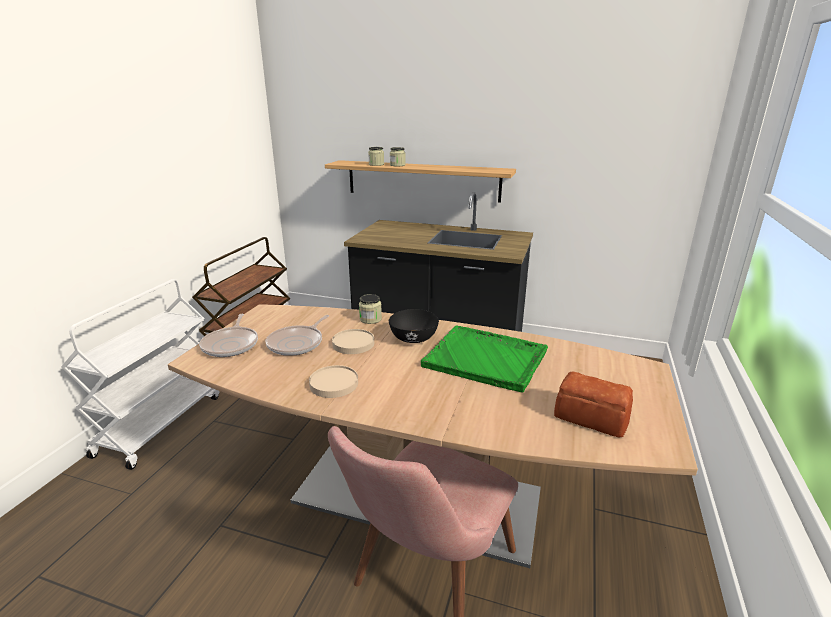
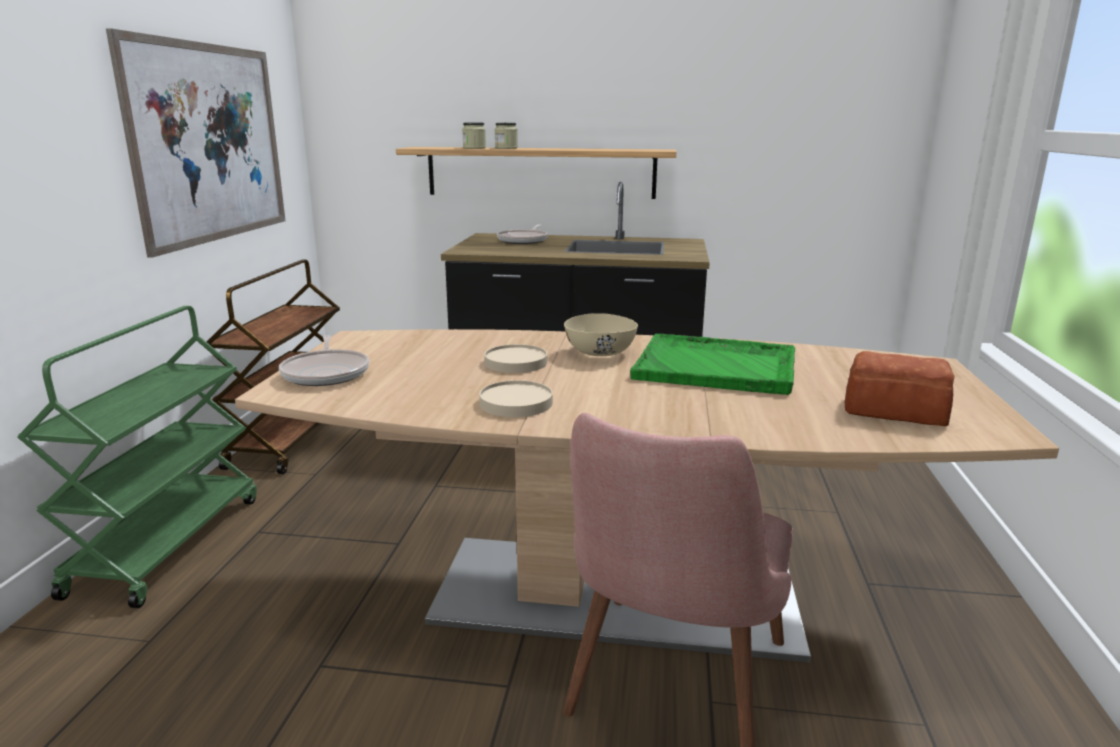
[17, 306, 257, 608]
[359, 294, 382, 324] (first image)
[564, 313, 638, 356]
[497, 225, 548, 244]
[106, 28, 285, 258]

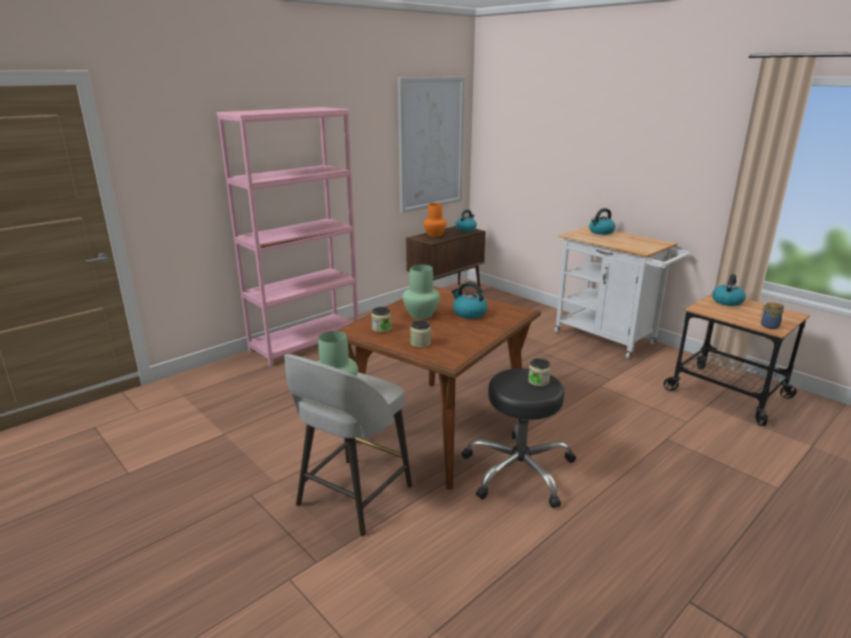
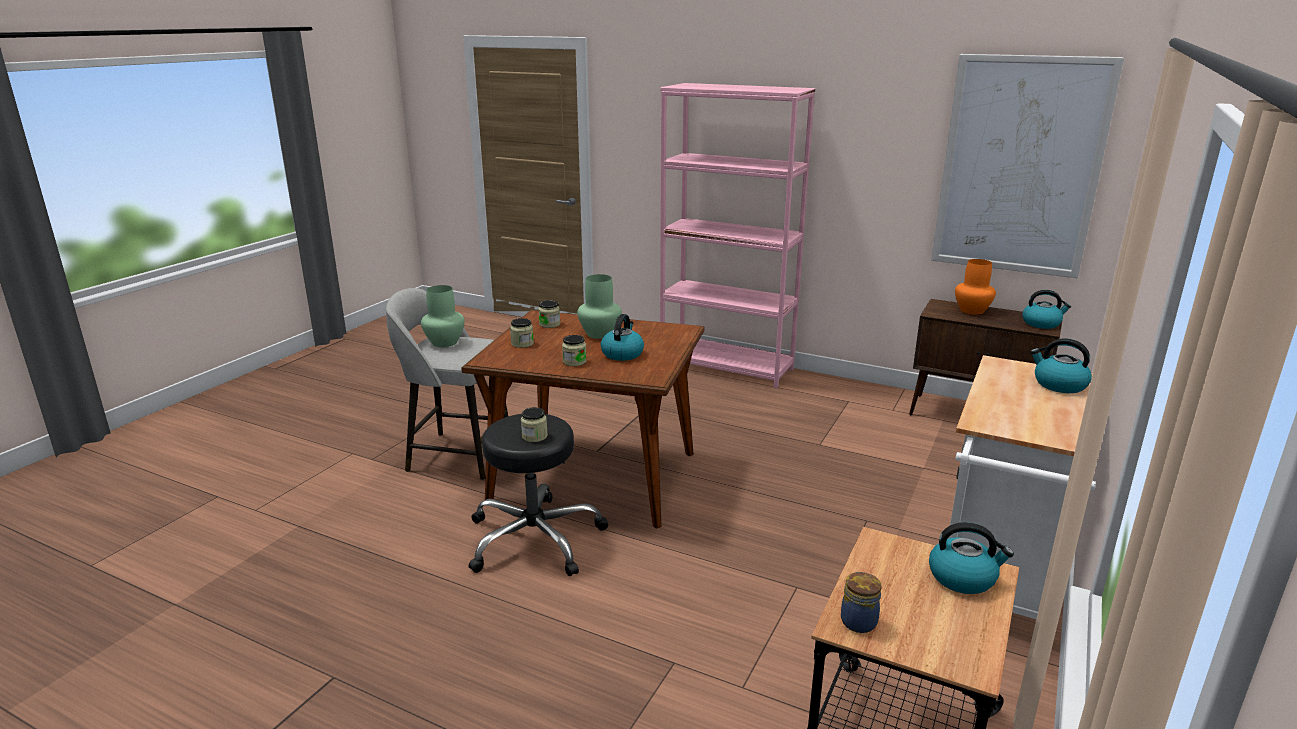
[562, 335, 587, 366]

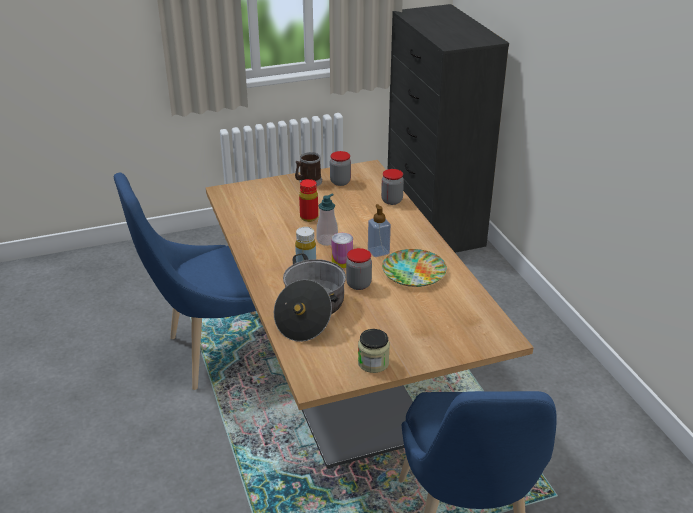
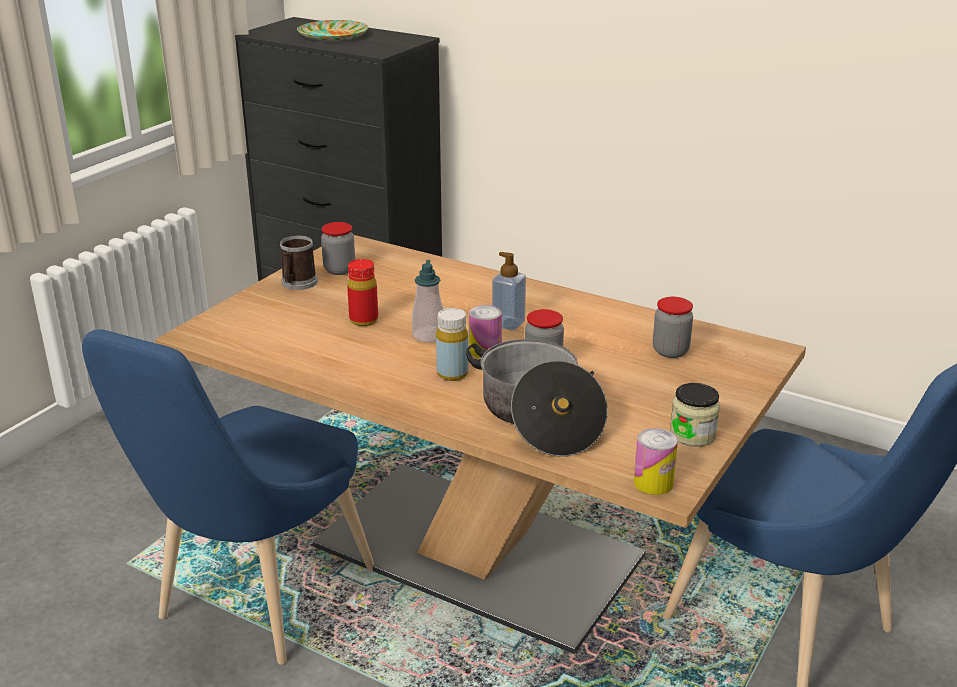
[653, 297, 693, 358]
[297, 20, 368, 40]
[634, 428, 678, 495]

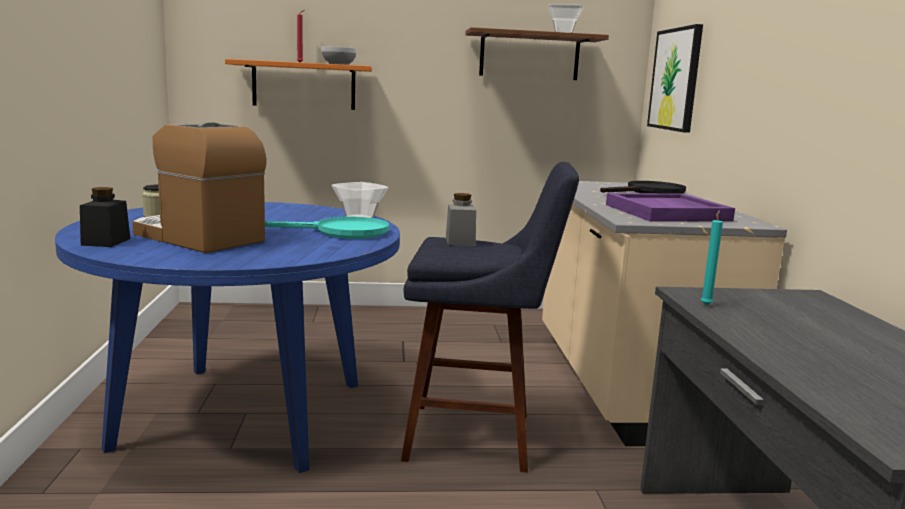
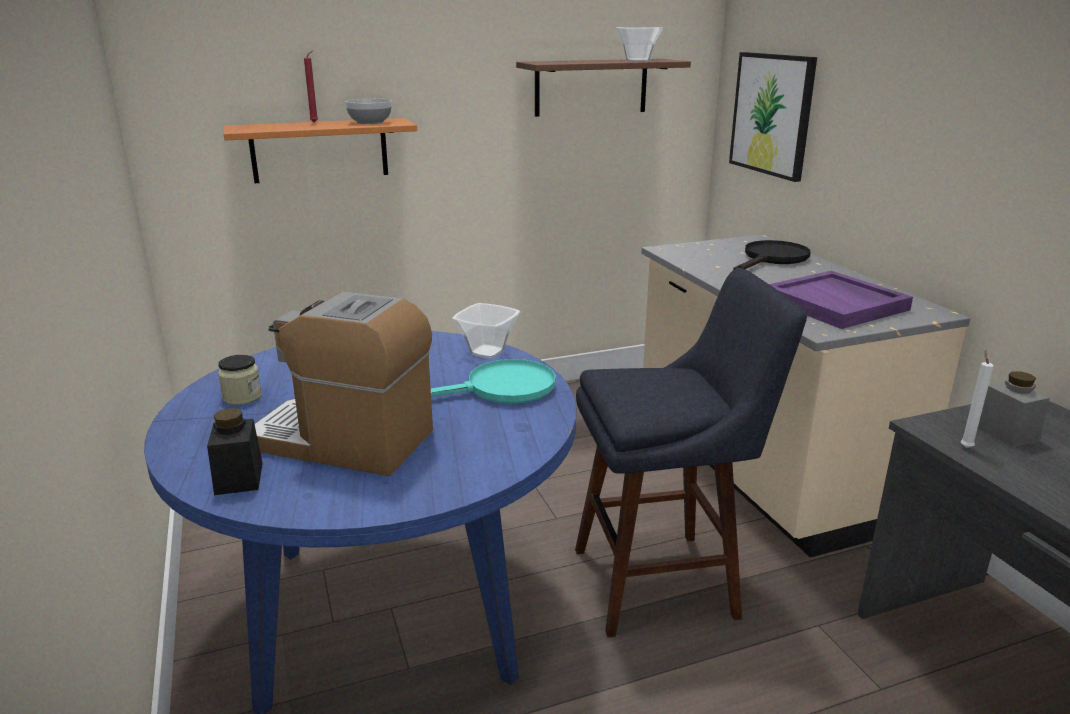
[978, 371, 1050, 447]
[961, 350, 993, 448]

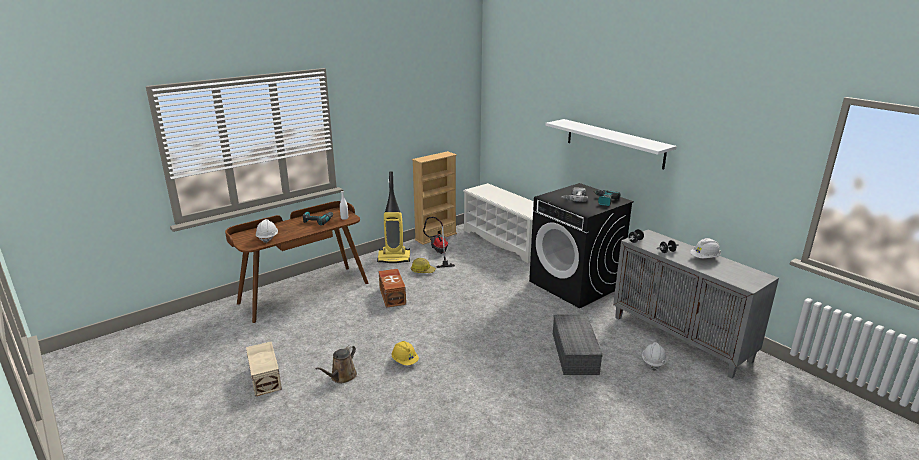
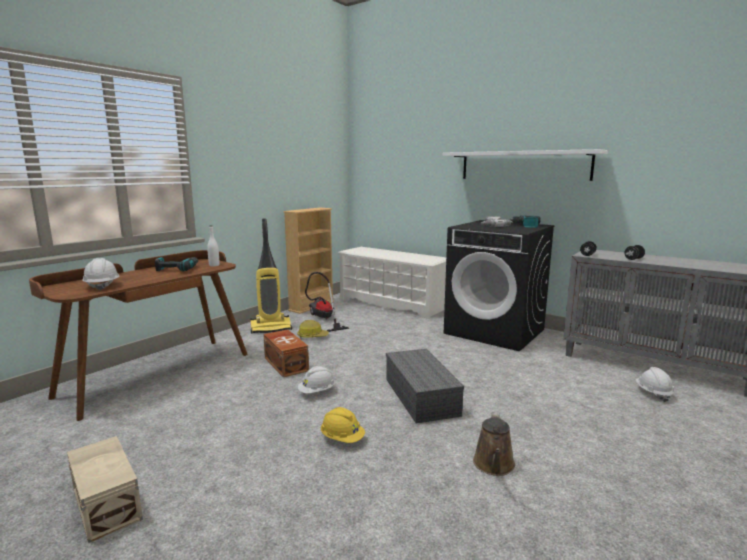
[298, 366, 335, 394]
[386, 349, 464, 423]
[473, 412, 515, 476]

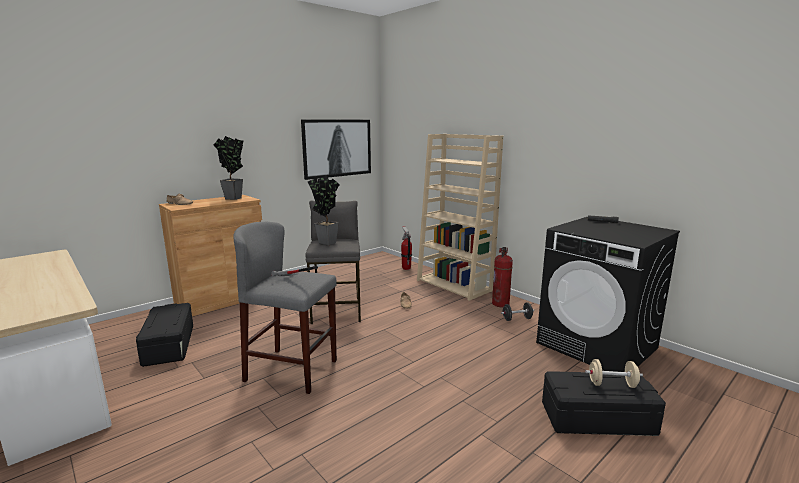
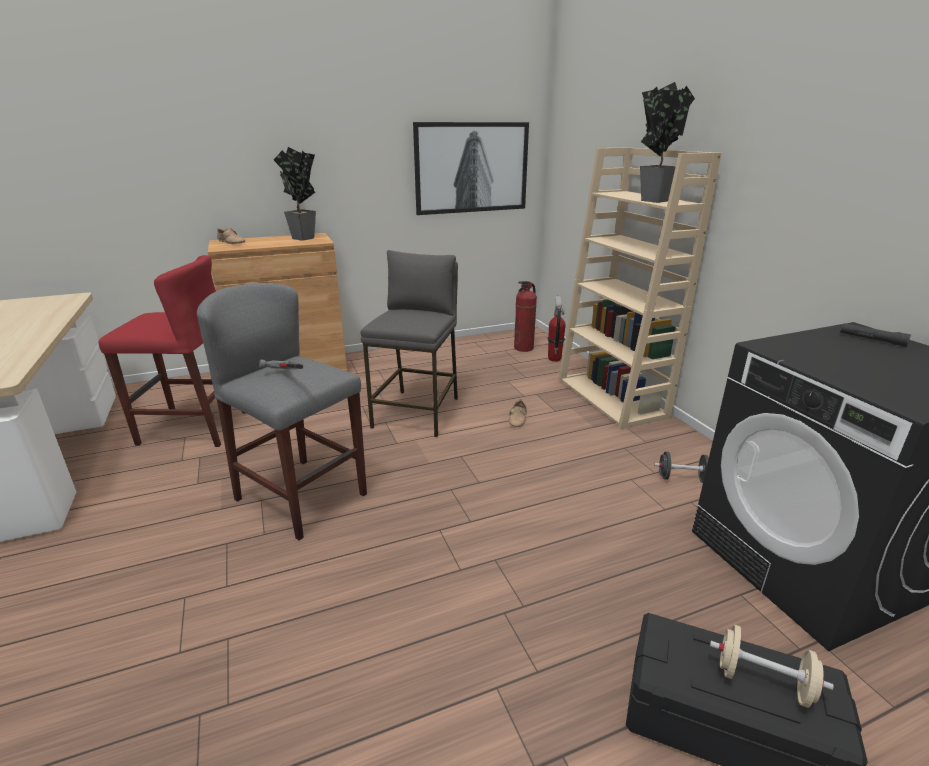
[640, 82, 695, 203]
[514, 281, 537, 352]
[99, 255, 245, 447]

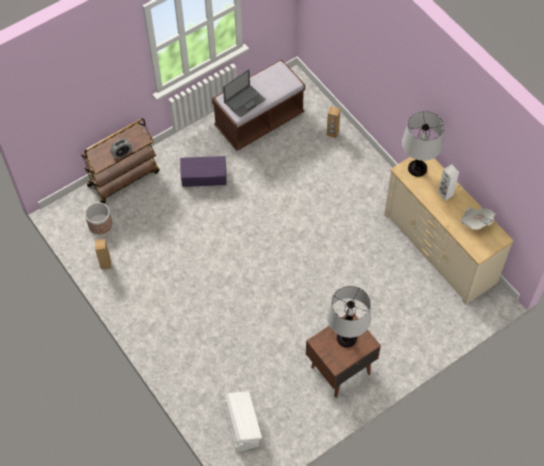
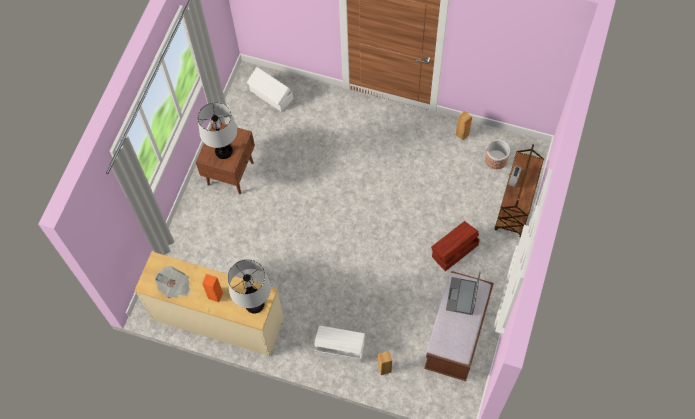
[431, 221, 480, 271]
[202, 274, 223, 302]
[314, 325, 365, 363]

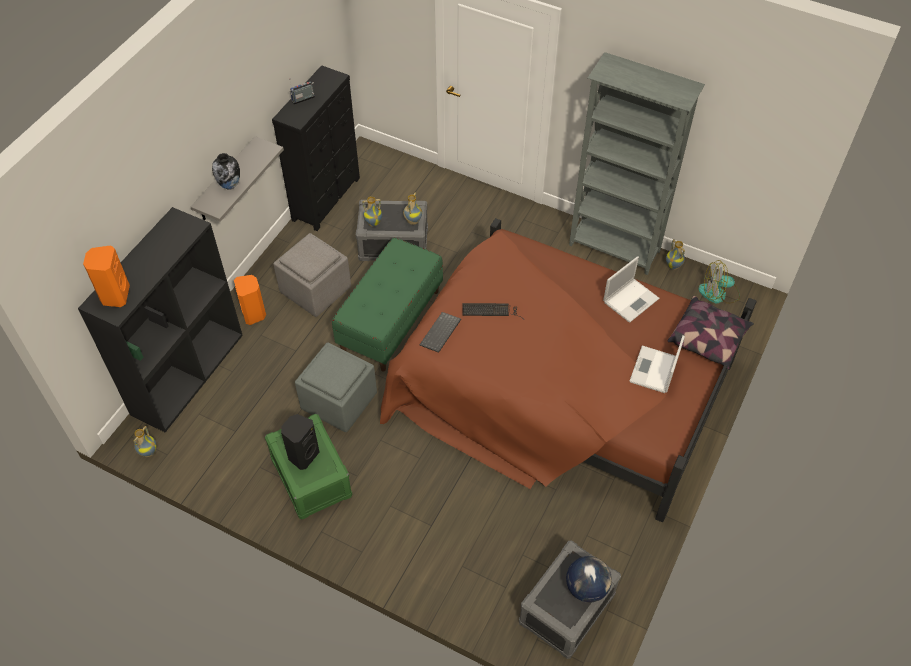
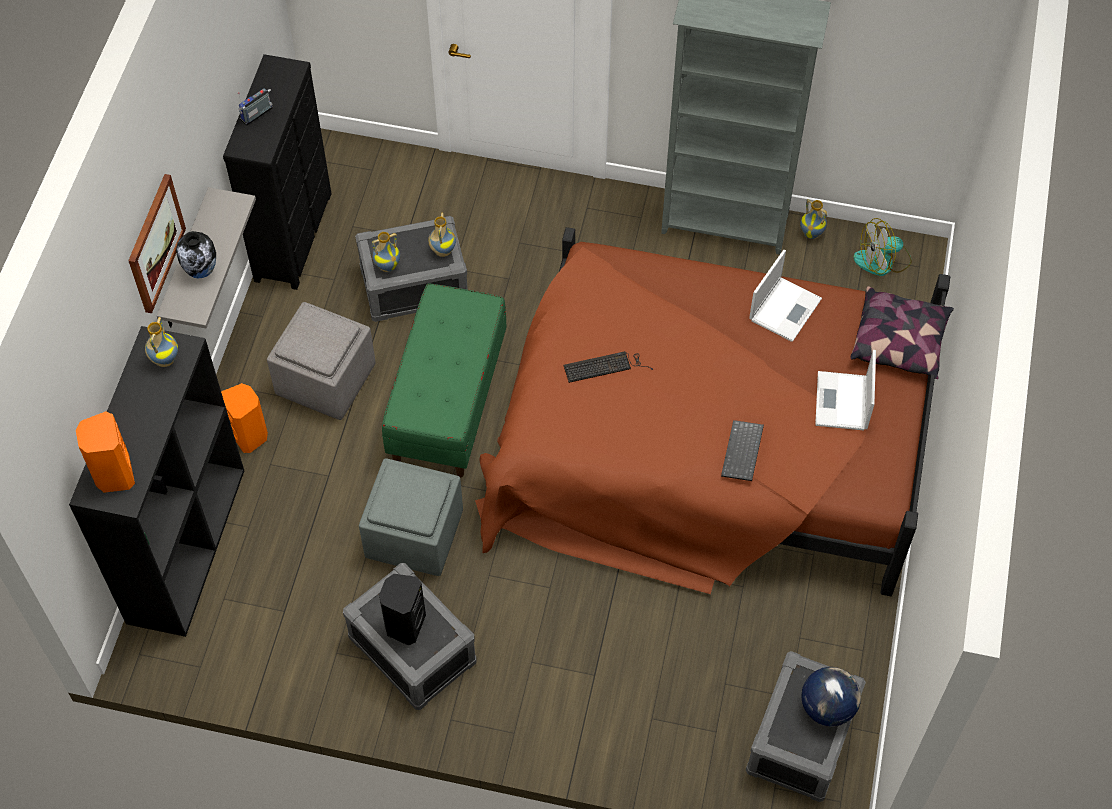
[721, 420, 764, 481]
[343, 563, 477, 710]
[145, 317, 178, 367]
[128, 174, 186, 313]

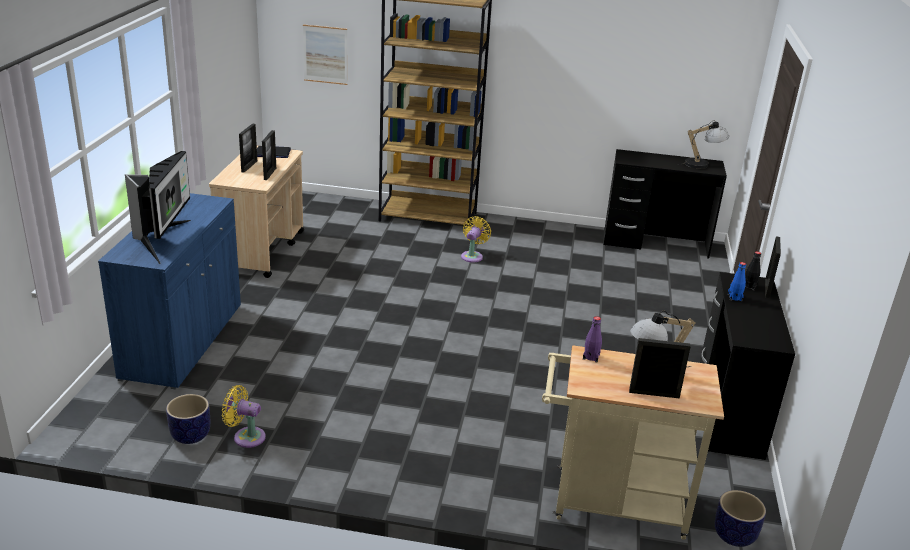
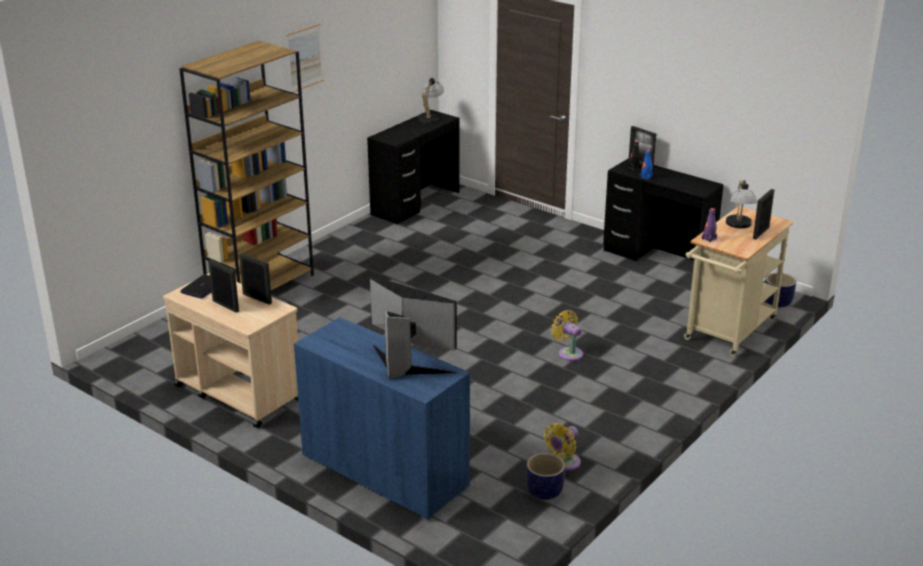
[286, 23, 324, 93]
[551, 310, 583, 361]

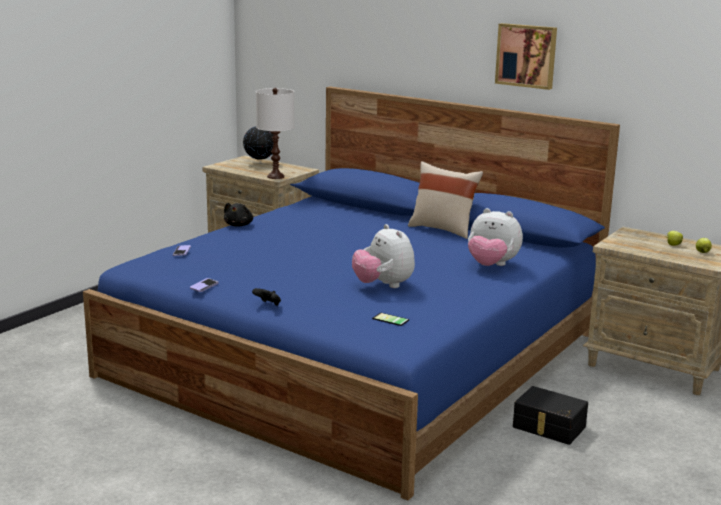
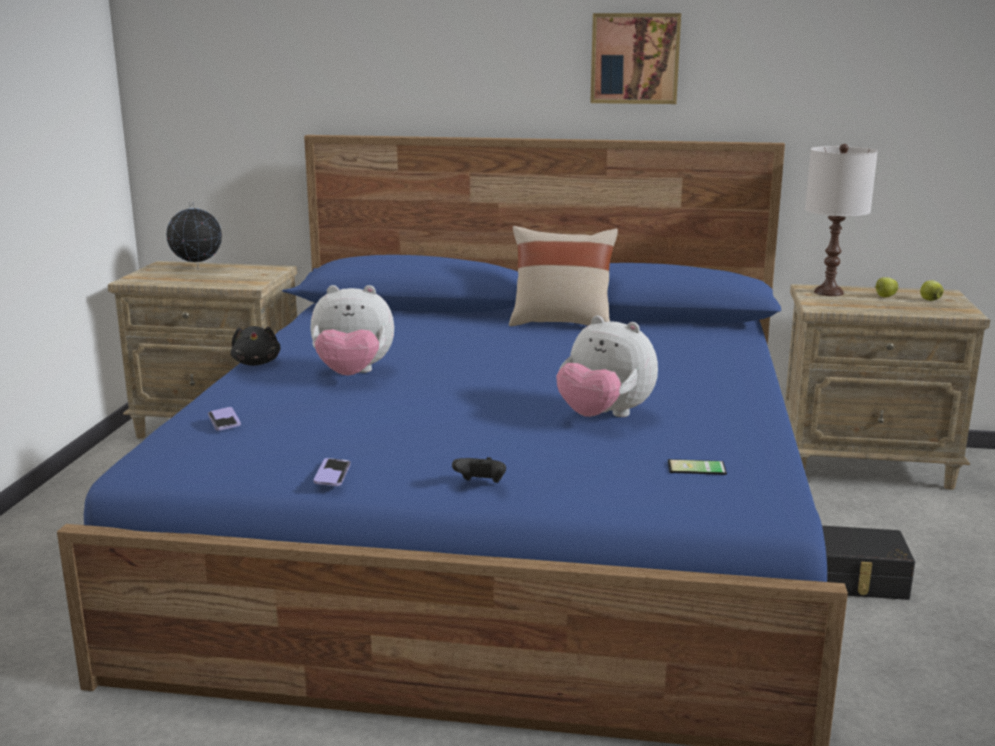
[805, 144, 878, 296]
[311, 285, 394, 376]

